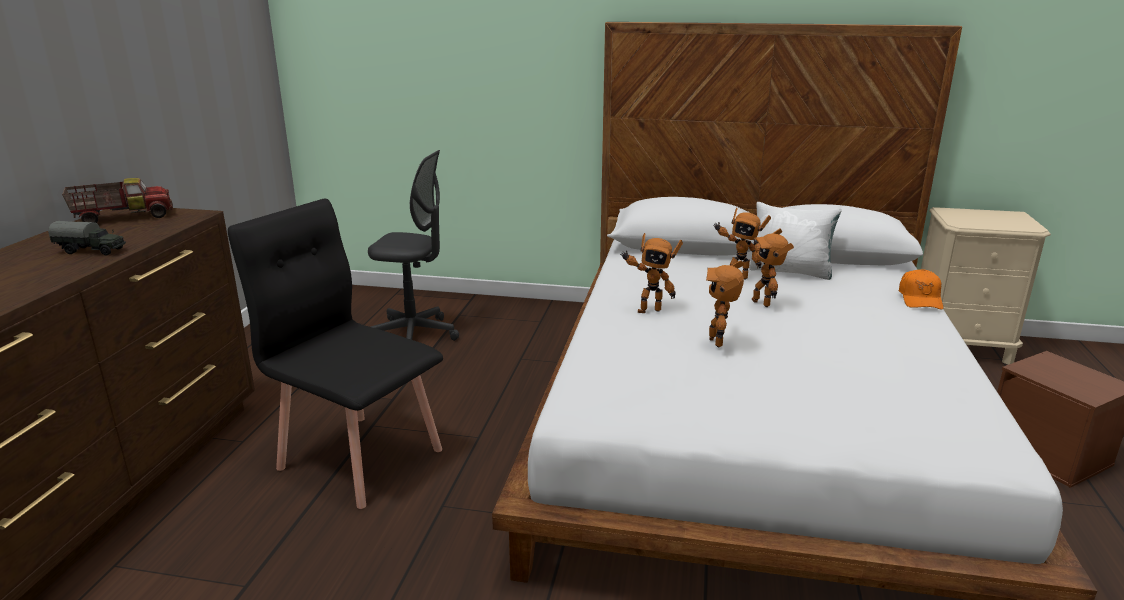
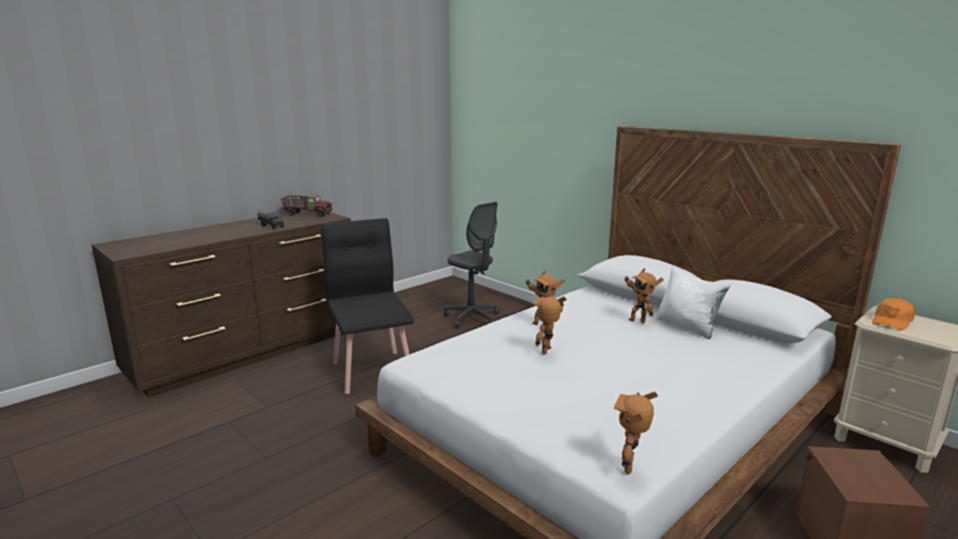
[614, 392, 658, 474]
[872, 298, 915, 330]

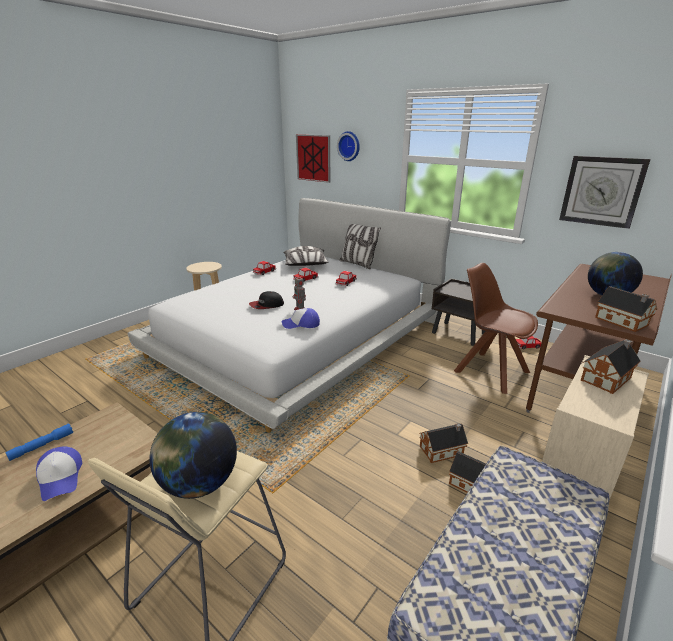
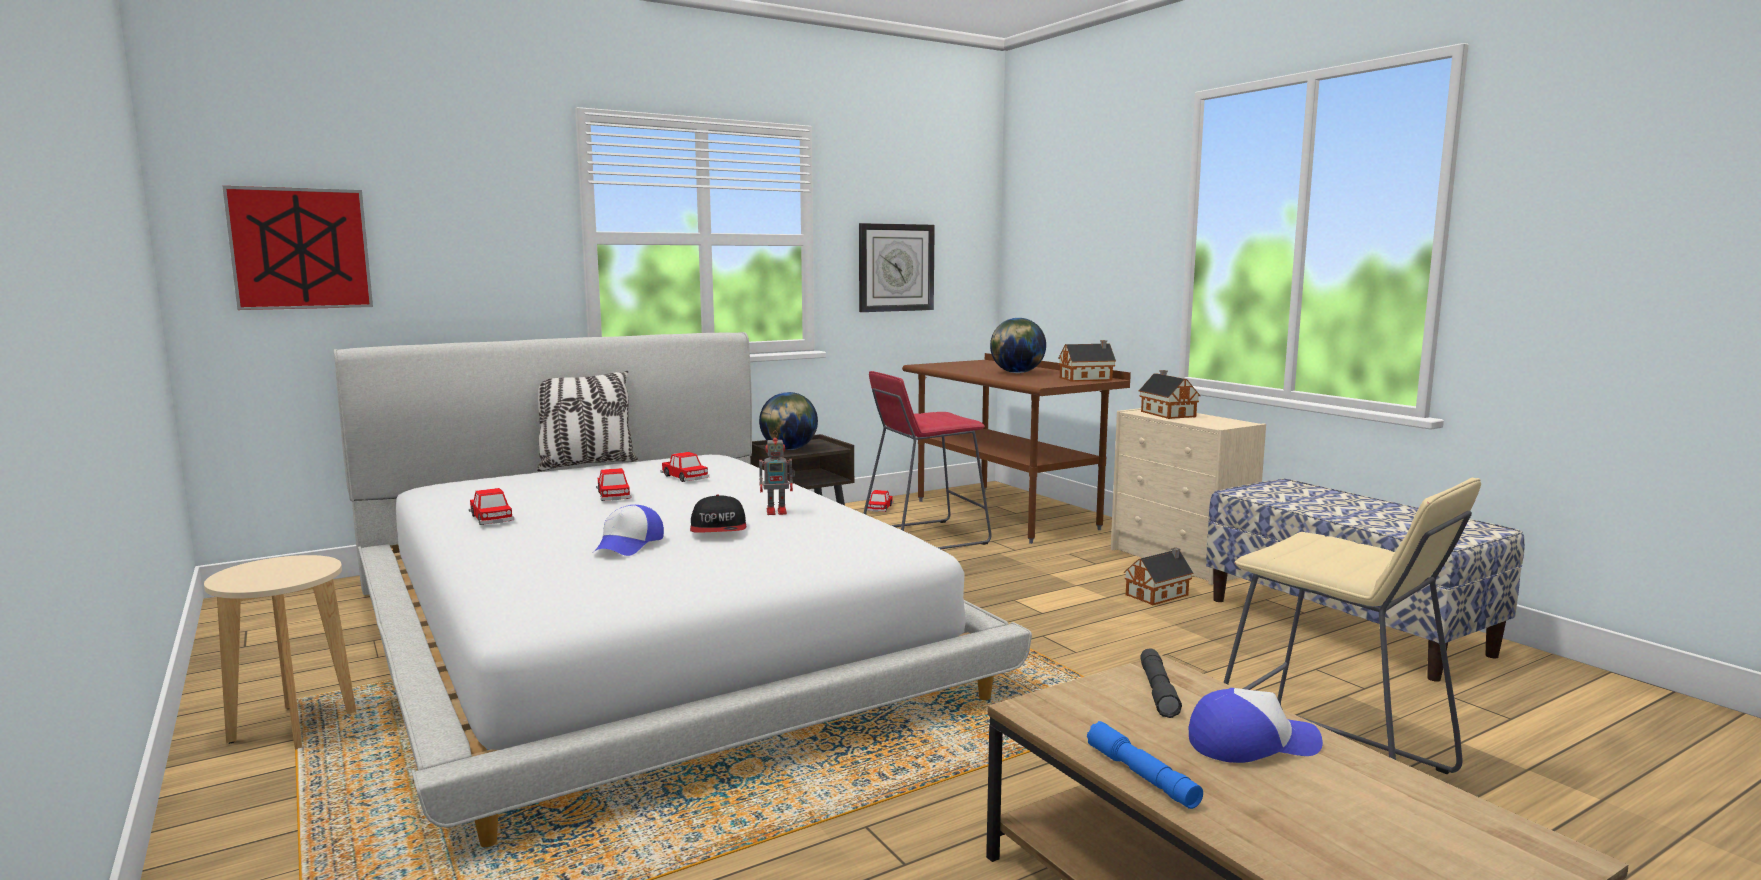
[337, 131, 360, 161] (first image)
[283, 246, 329, 266] (first image)
[863, 371, 992, 549]
[595, 505, 664, 556]
[759, 392, 818, 450]
[419, 423, 468, 463] (first image)
[1140, 649, 1182, 718]

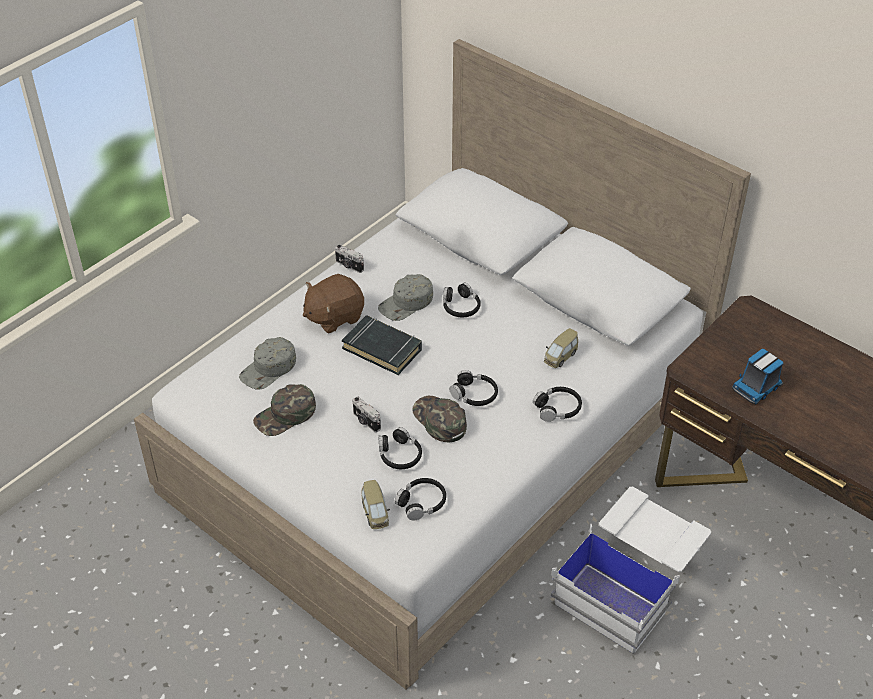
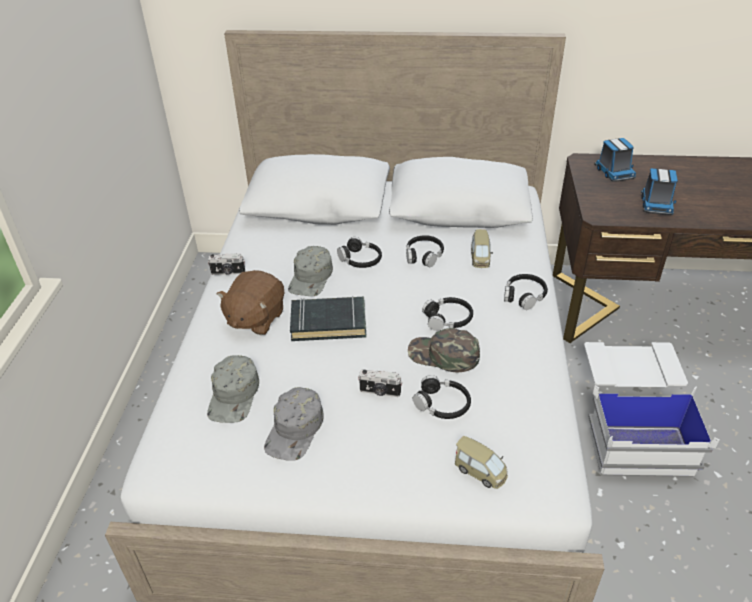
[264, 387, 324, 461]
[406, 235, 444, 267]
[594, 138, 636, 181]

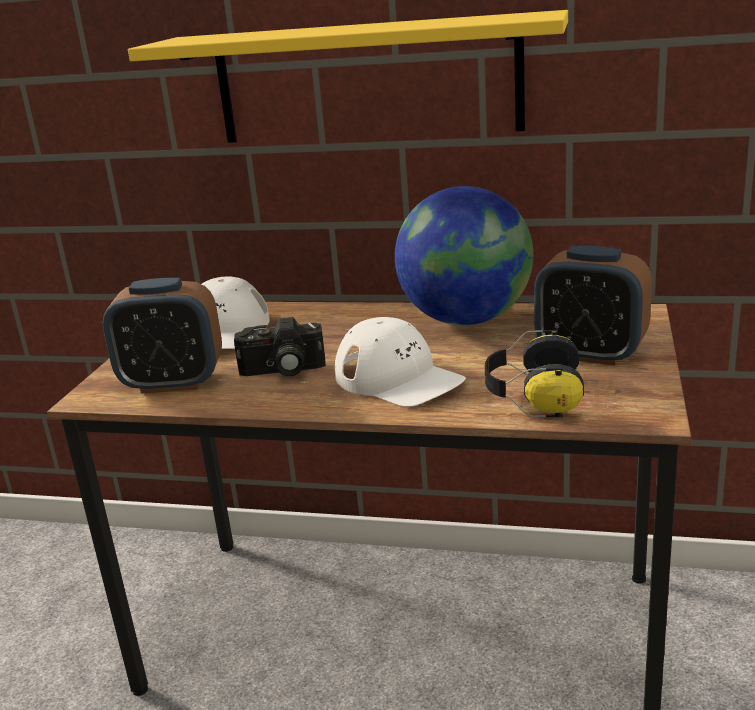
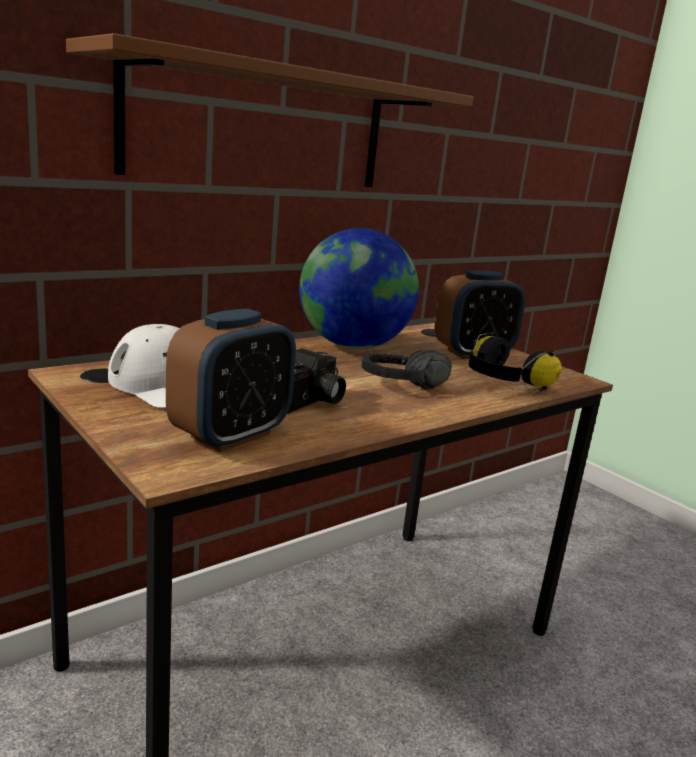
[66, 33, 474, 187]
[361, 350, 452, 390]

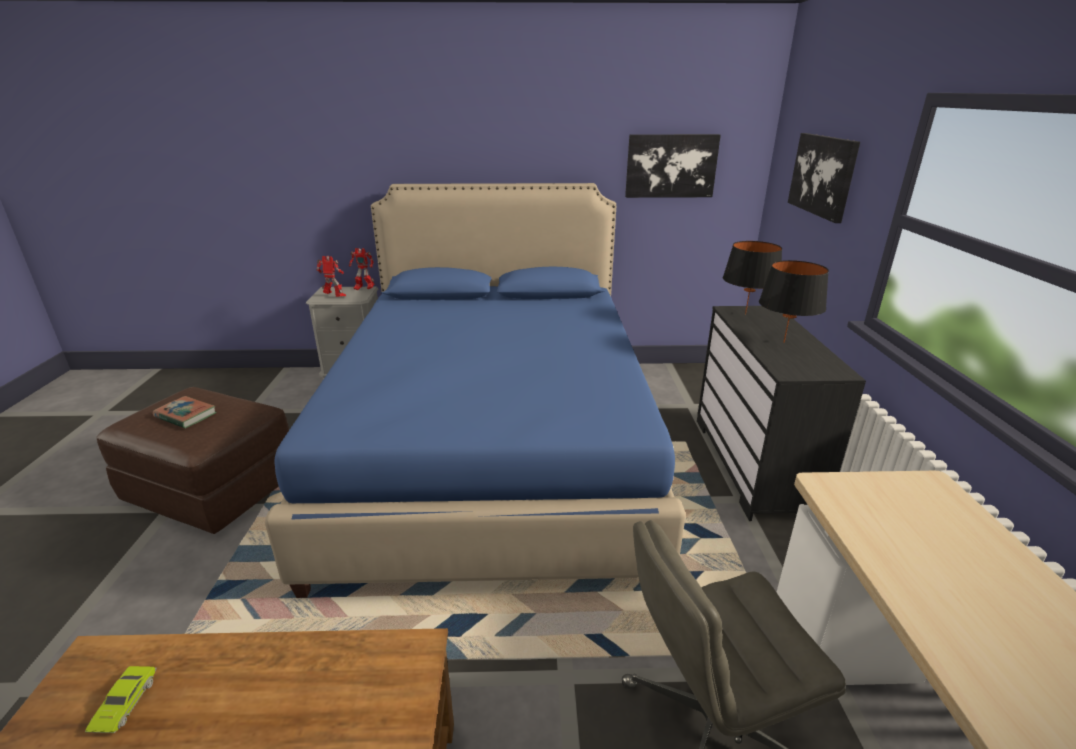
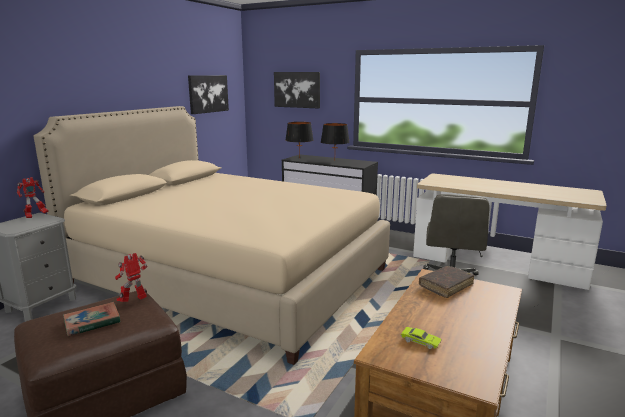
[34, 106, 390, 365]
[115, 253, 147, 302]
[419, 266, 475, 298]

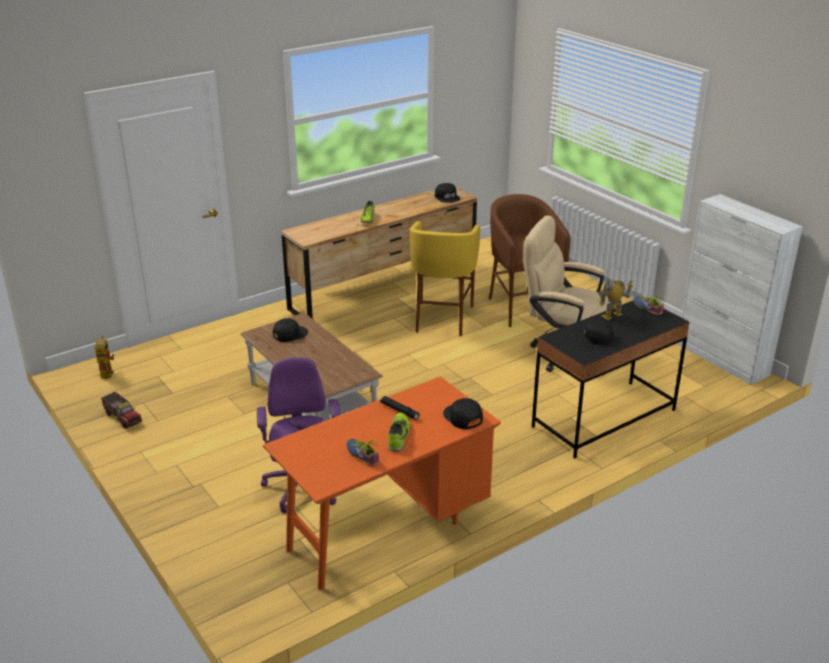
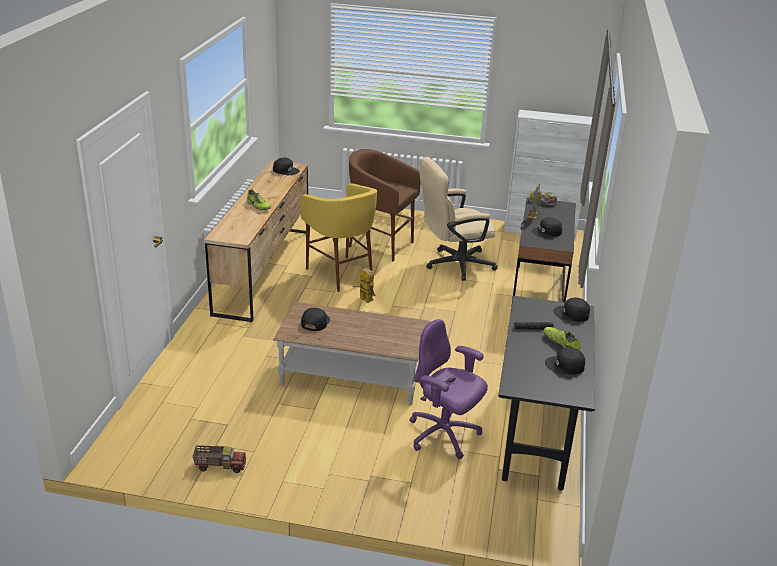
[353, 267, 376, 303]
[498, 296, 595, 491]
[545, 347, 585, 374]

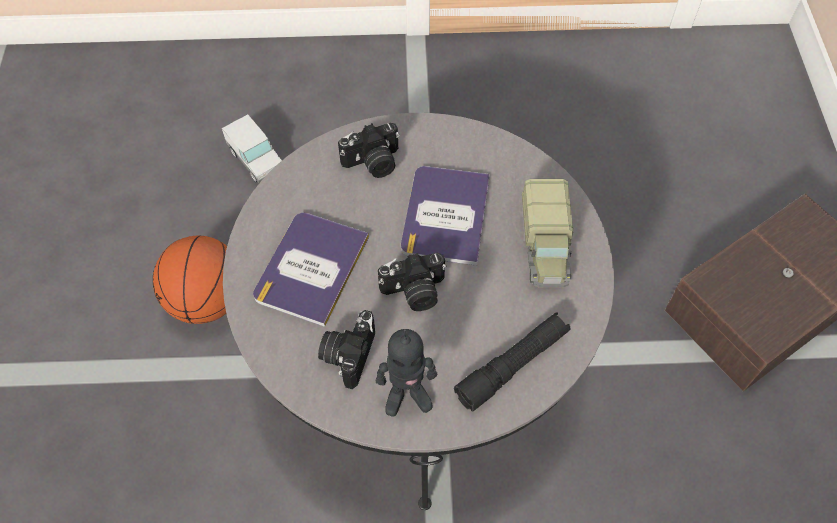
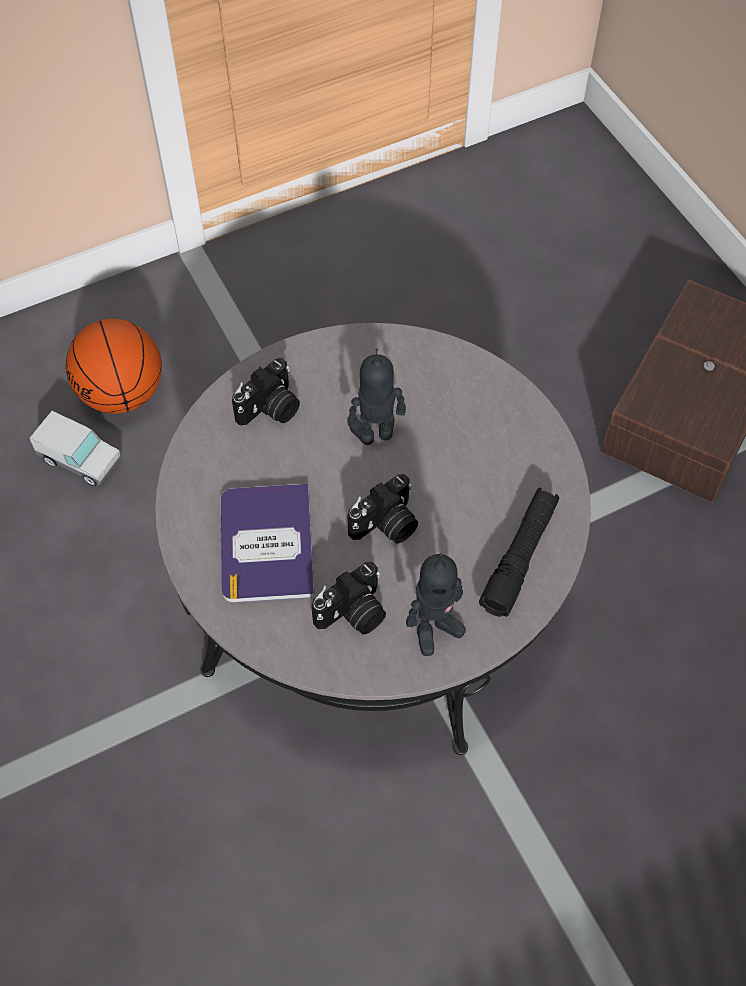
[347, 348, 406, 445]
[522, 179, 574, 287] (first image)
[66, 319, 162, 414]
[311, 562, 386, 635]

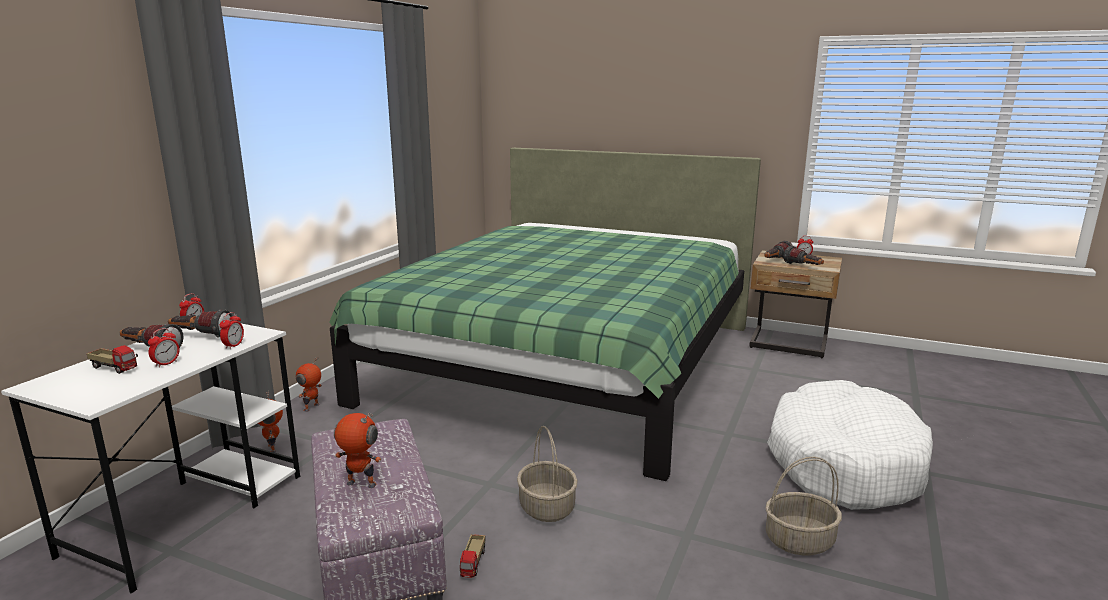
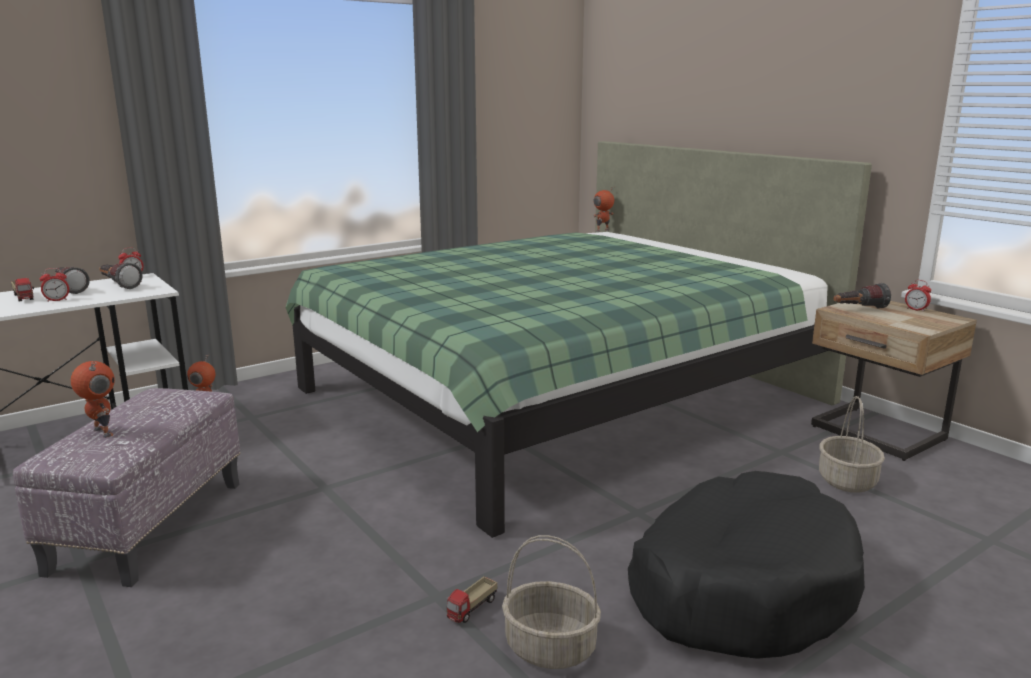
[784, 246, 824, 265] (first image)
[220, 312, 244, 349] (first image)
[593, 187, 614, 232]
[628, 471, 865, 659]
[819, 396, 885, 493]
[447, 576, 498, 623]

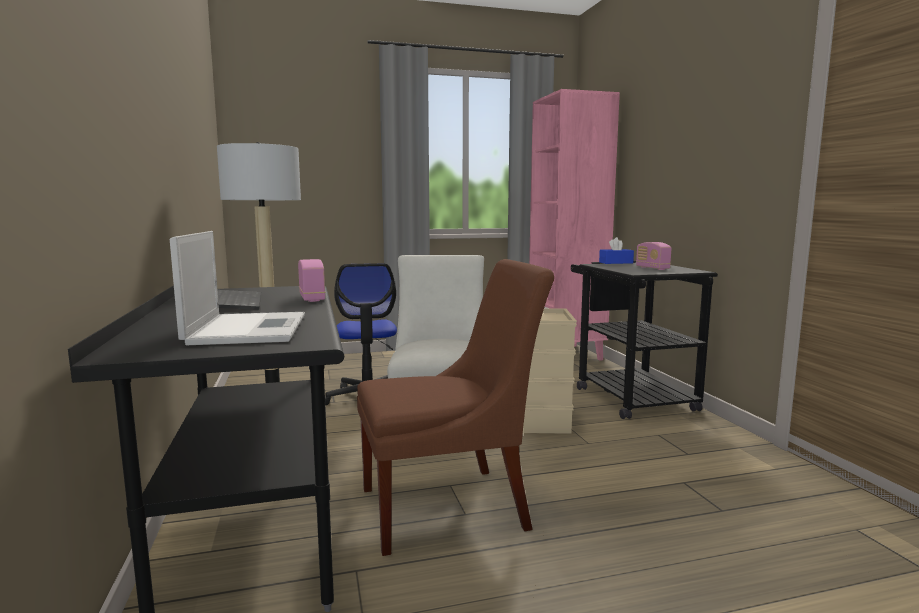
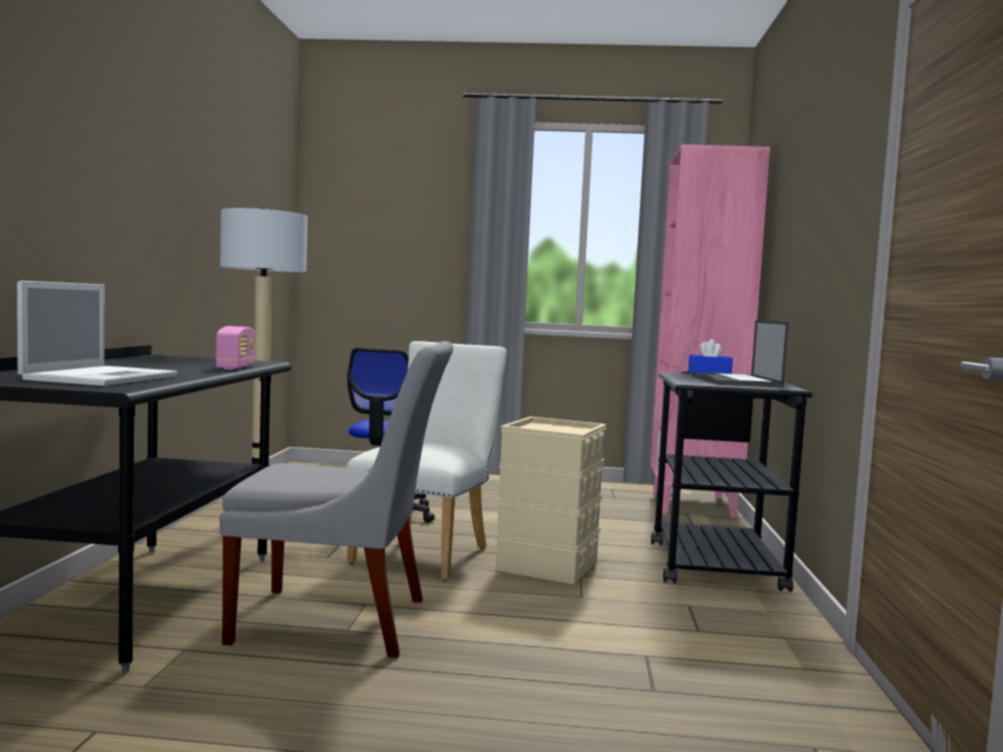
[692, 320, 789, 387]
[220, 341, 453, 658]
[218, 290, 261, 310] (first image)

